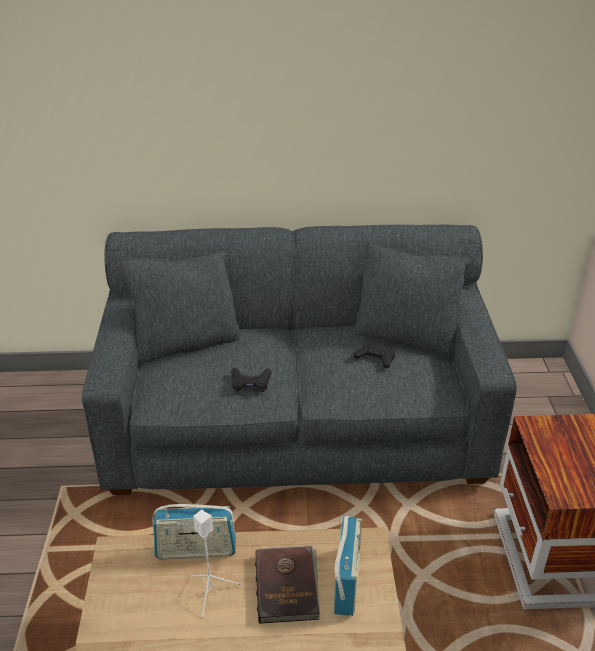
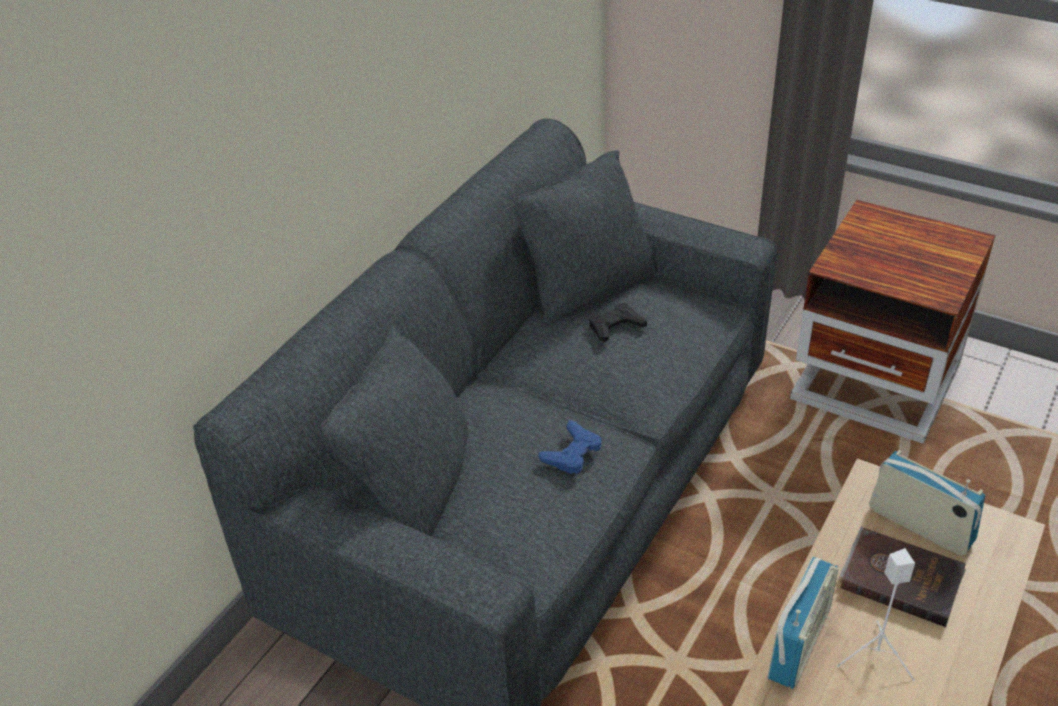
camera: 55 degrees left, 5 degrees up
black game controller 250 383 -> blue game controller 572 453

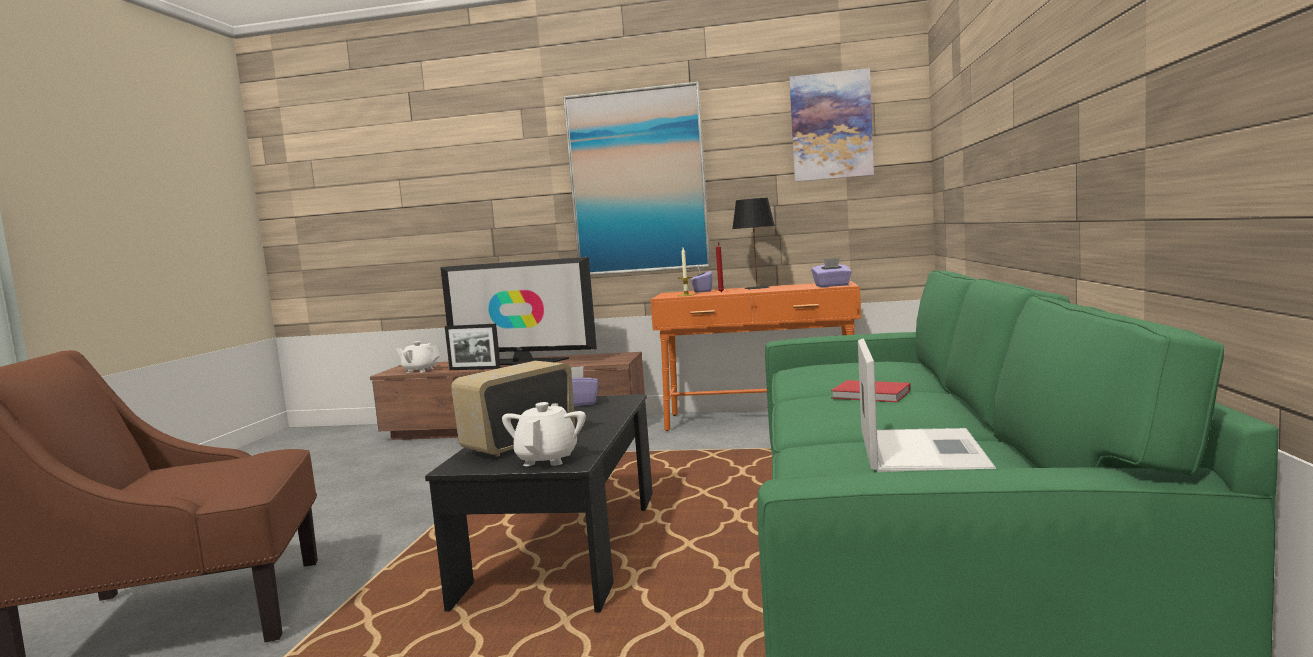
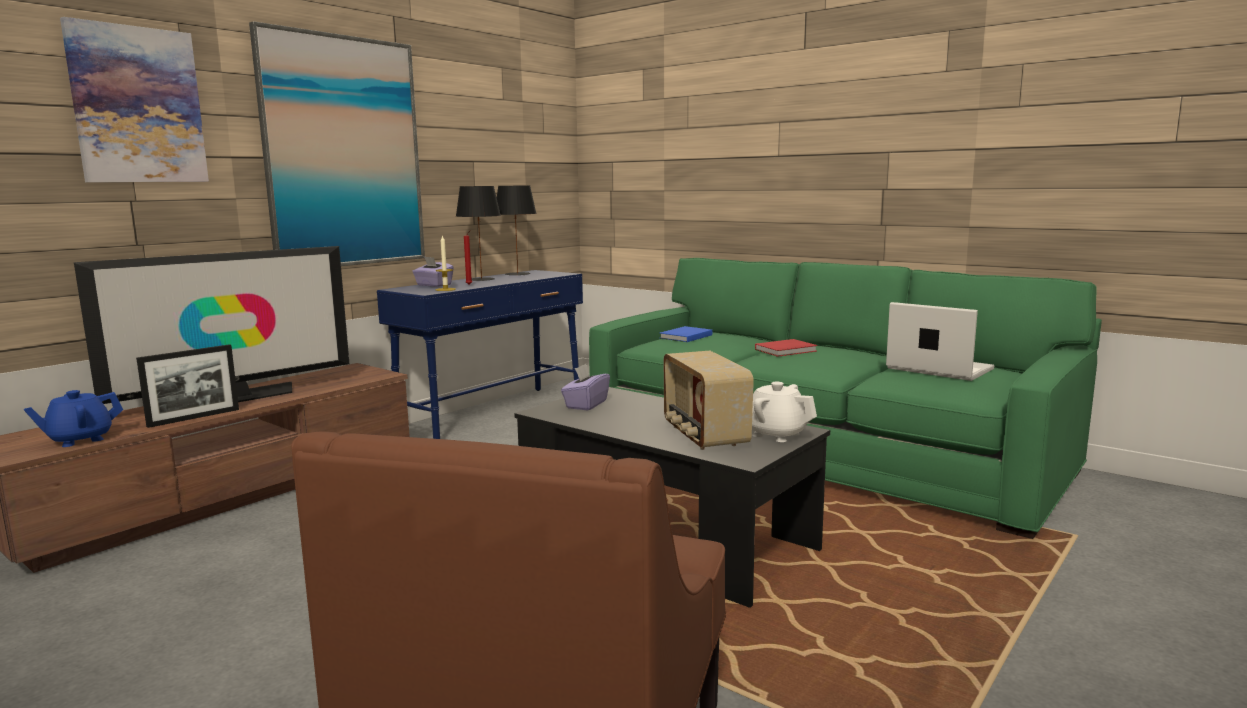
camera: 60 degrees left, 5 degrees up
picture 831 126 -> picture 137 105, shifted
purple tissue box 832 286 -> none
orange console table 761 420 -> blue console table 494 414
white teapot 420 370 -> blue teapot 80 439
none -> black table lamp 518 274
none -> blue book 684 337

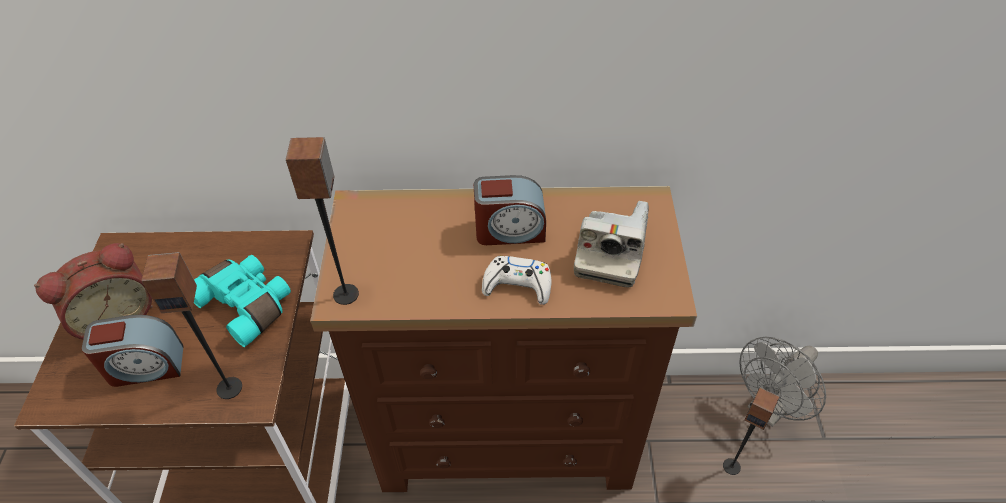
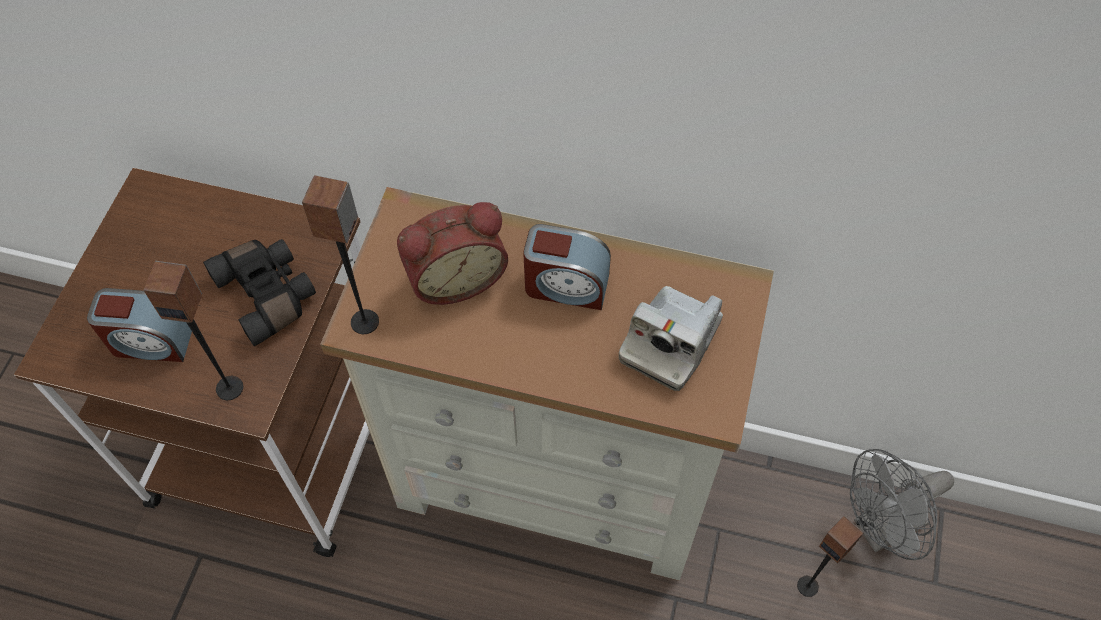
camera: 15 degrees right, 10 degrees up
brown dresser 507 440 -> white dresser 553 486
alarm clock 116 316 -> alarm clock 455 277, shifted
turquoise binoculars 248 304 -> black binoculars 269 294
white game controller 517 285 -> none

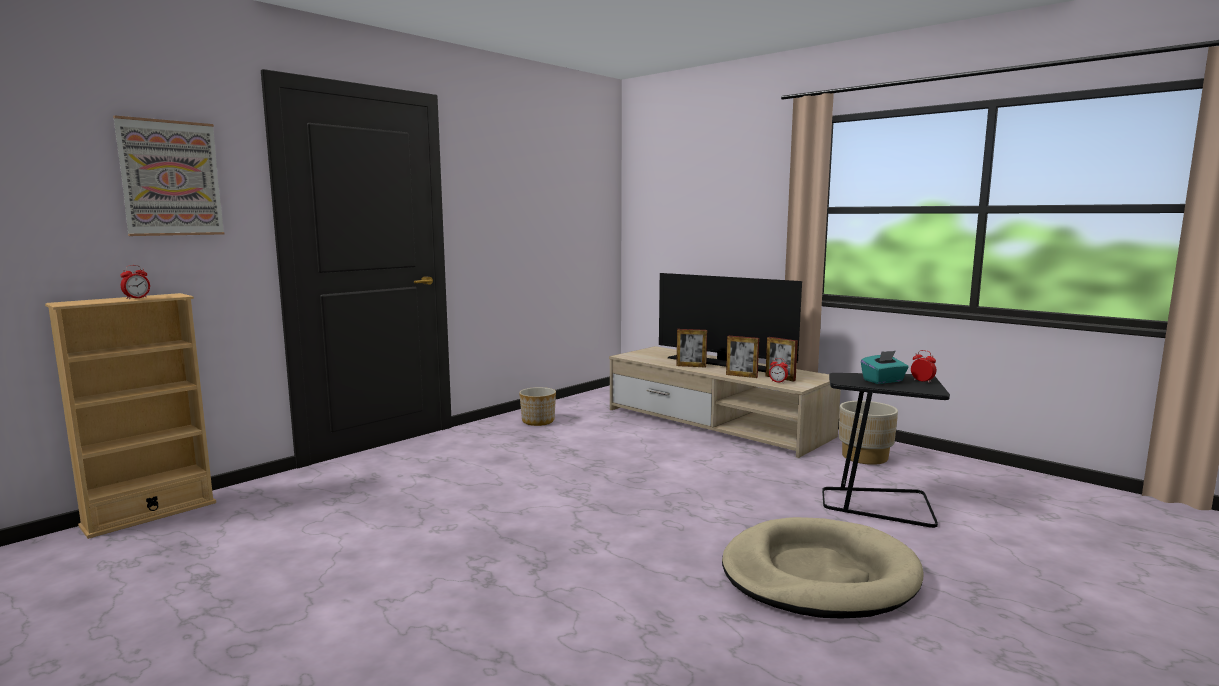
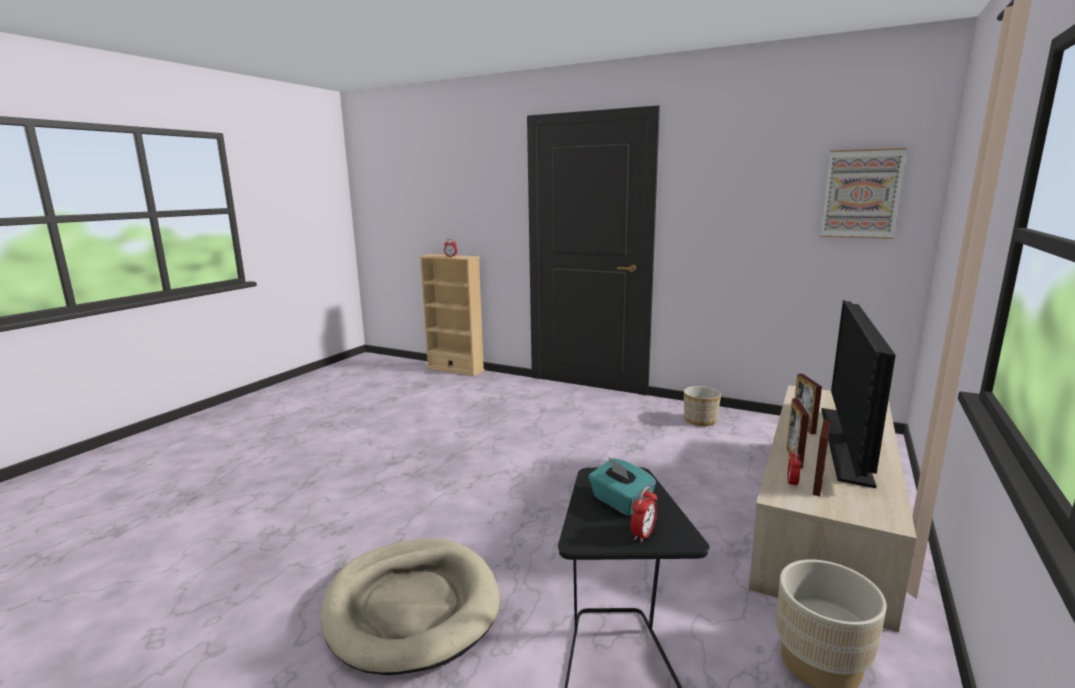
camera: 75 degrees right, 5 degrees up
picture 171 178 -> picture 861 194, shifted

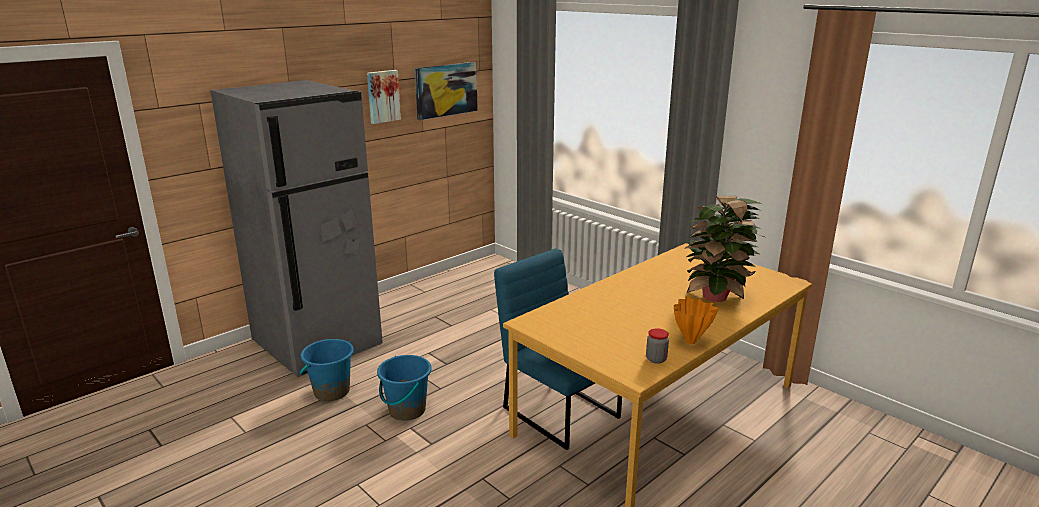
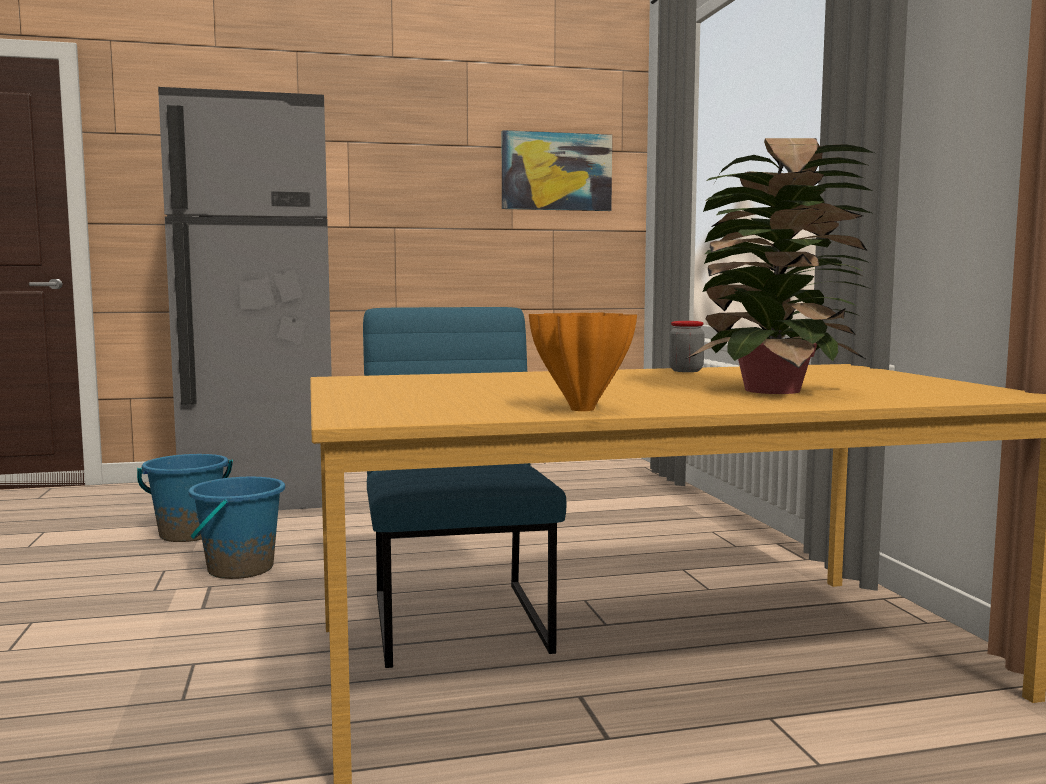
camera: 30 degrees right, 15 degrees down
picture 383 96 -> none
jar 656 359 -> jar 686 371, shifted

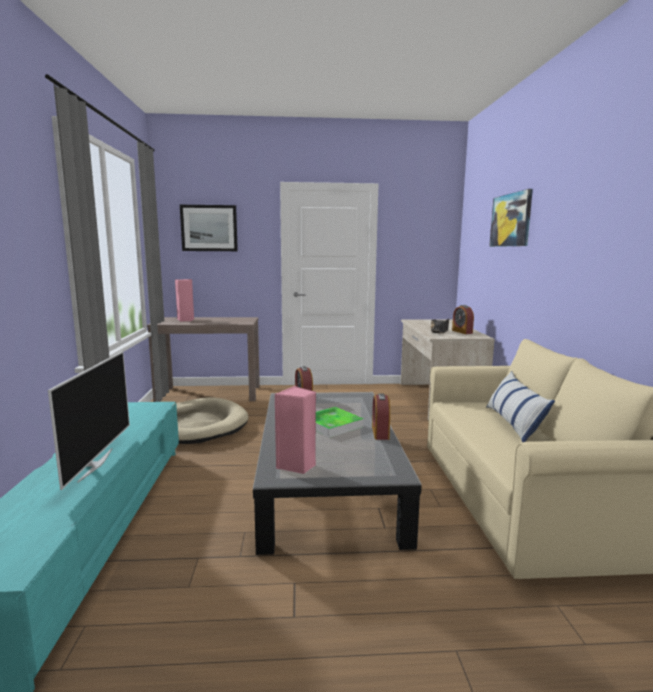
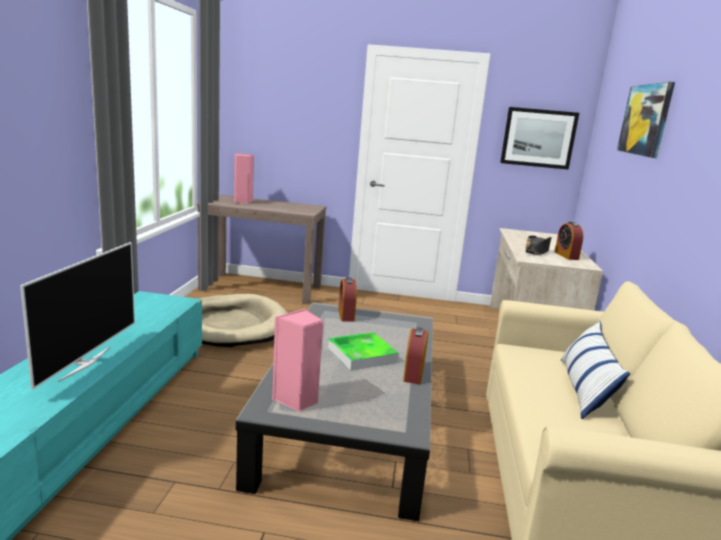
camera: 10 degrees right, 5 degrees up
picture 209 228 -> picture 538 138, shifted

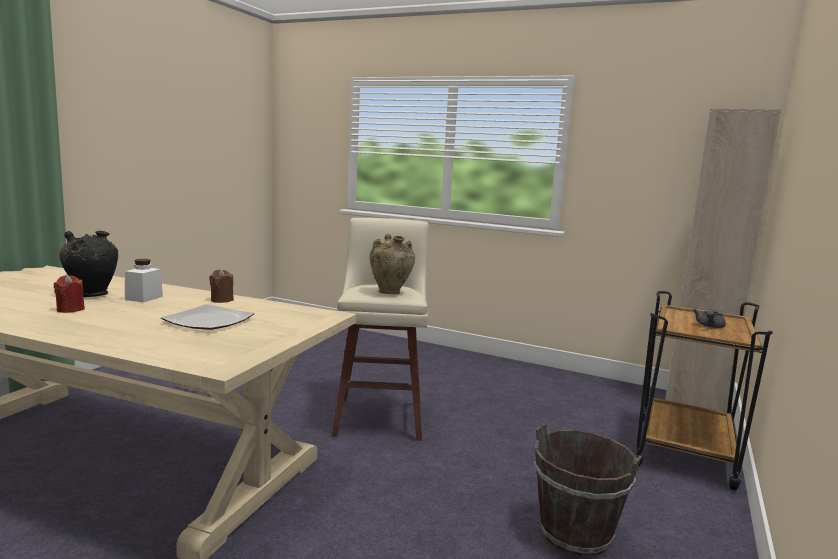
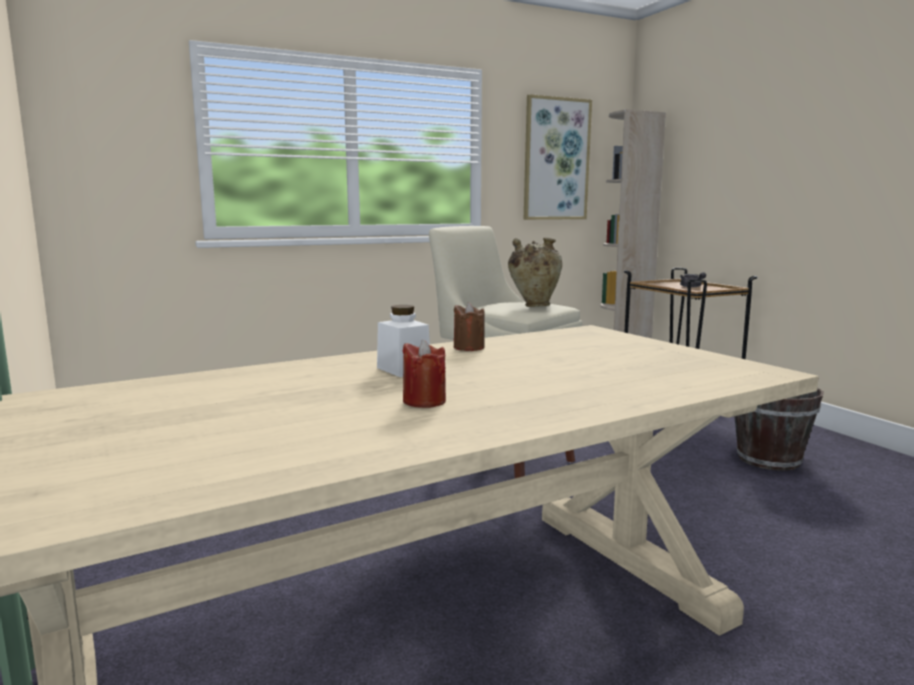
camera: 50 degrees left, 0 degrees up
black vase 92 295 -> none
plate 209 321 -> none
none -> picture 556 159

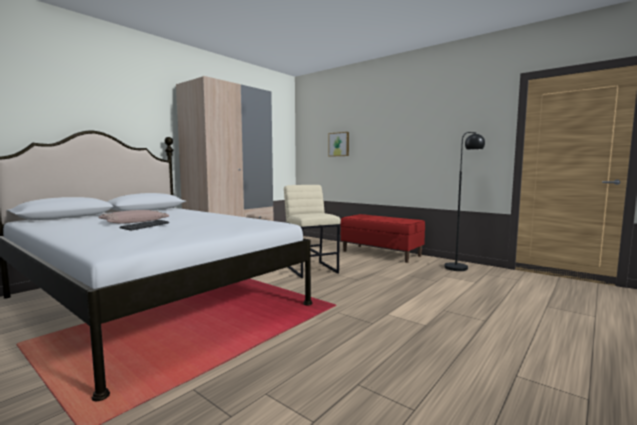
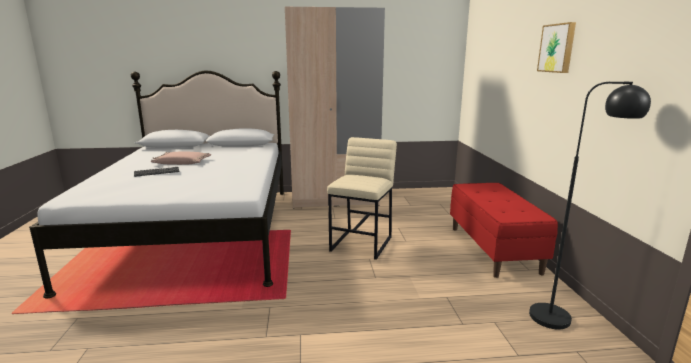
camera: 45 degrees right, 10 degrees up
picture 339 144 -> picture 557 48, shifted

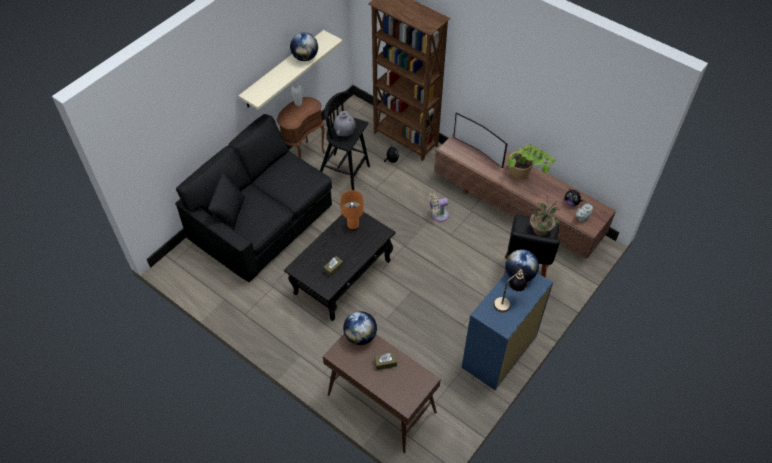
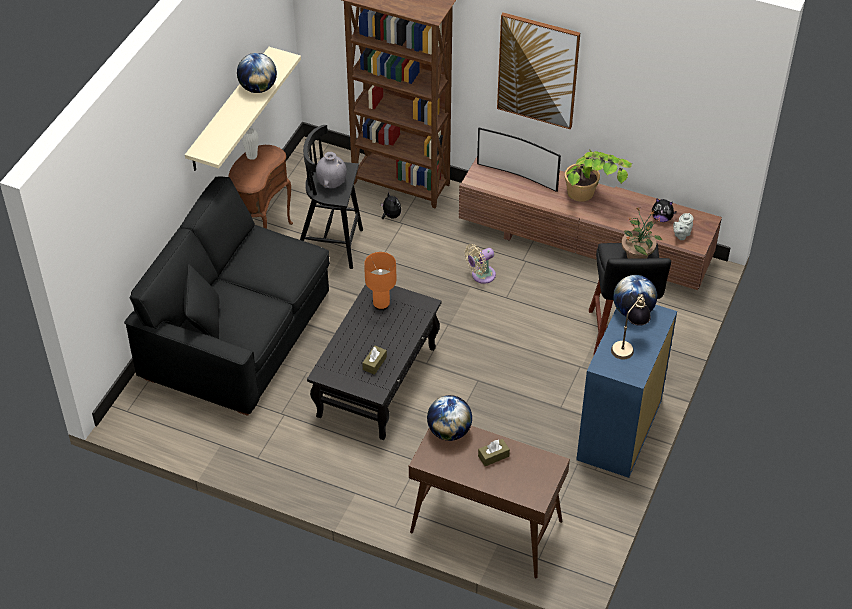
camera: 15 degrees left, 5 degrees down
none -> picture 538 70

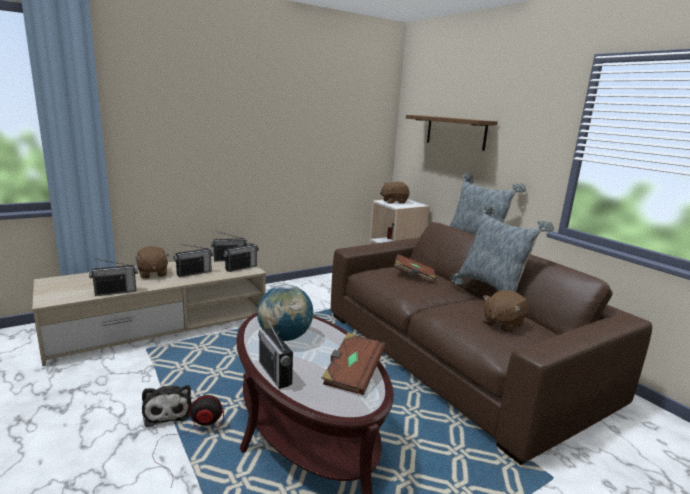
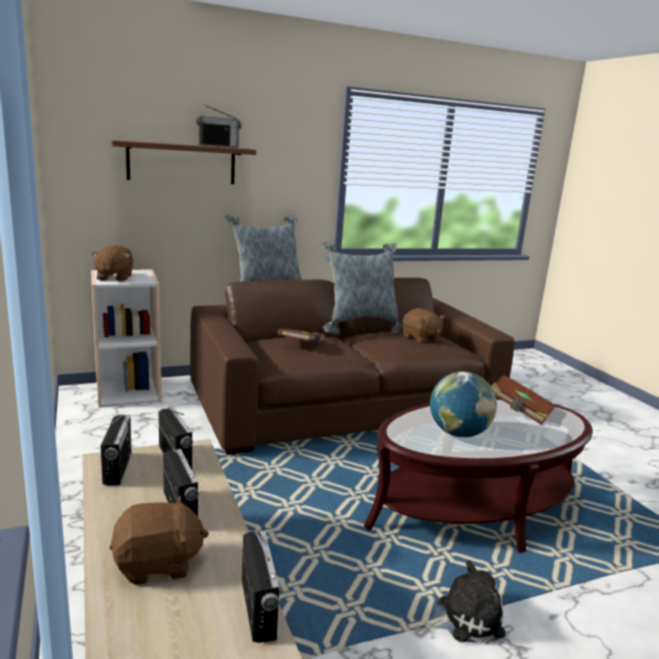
camera: 80 degrees left, 0 degrees up
radio 275 373 -> radio 218 146, shifted
fan 193 437 -> none

